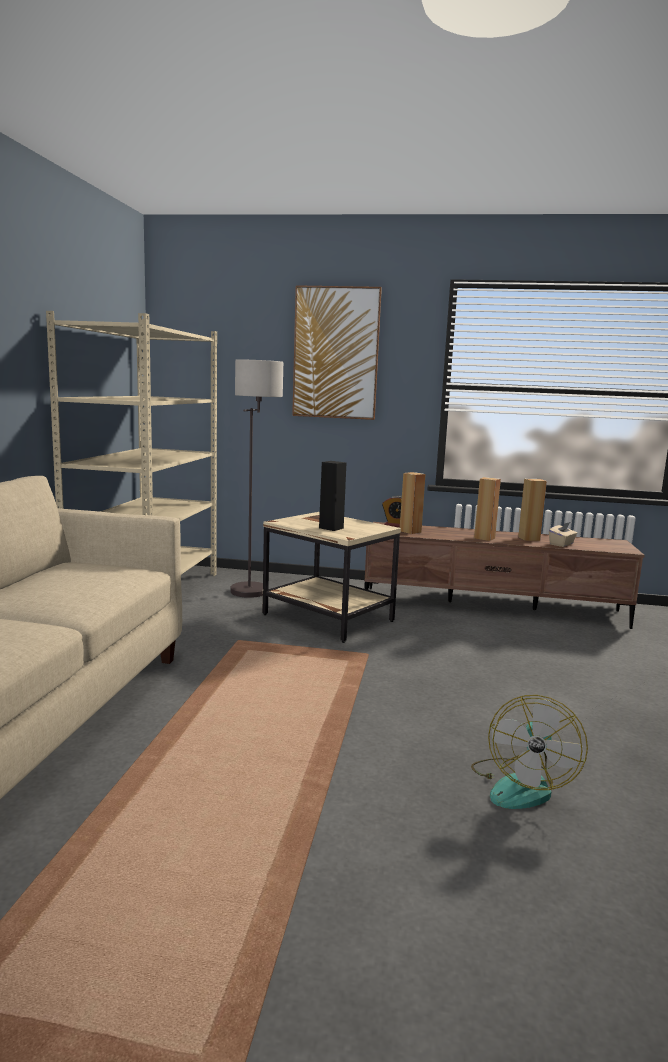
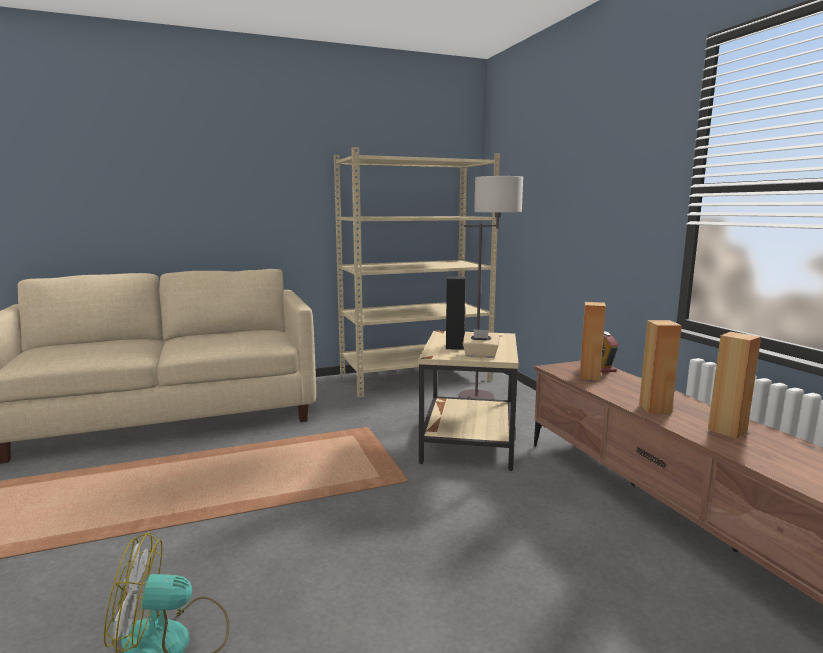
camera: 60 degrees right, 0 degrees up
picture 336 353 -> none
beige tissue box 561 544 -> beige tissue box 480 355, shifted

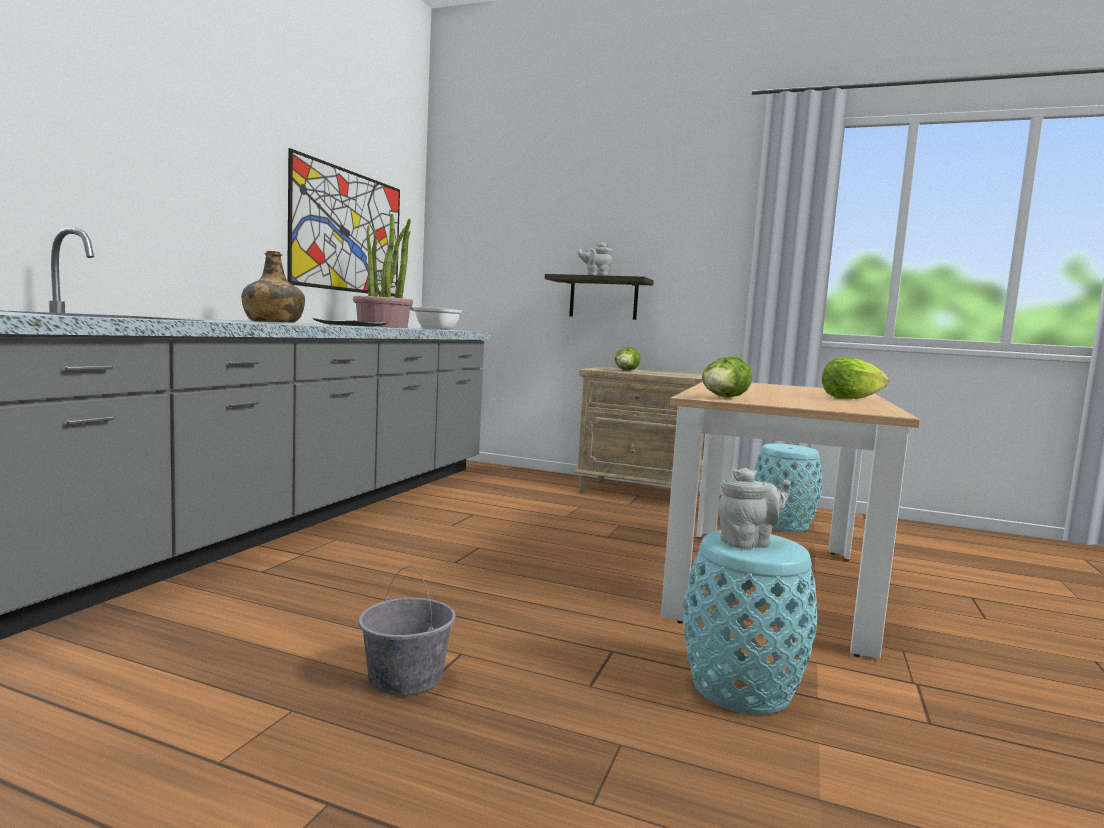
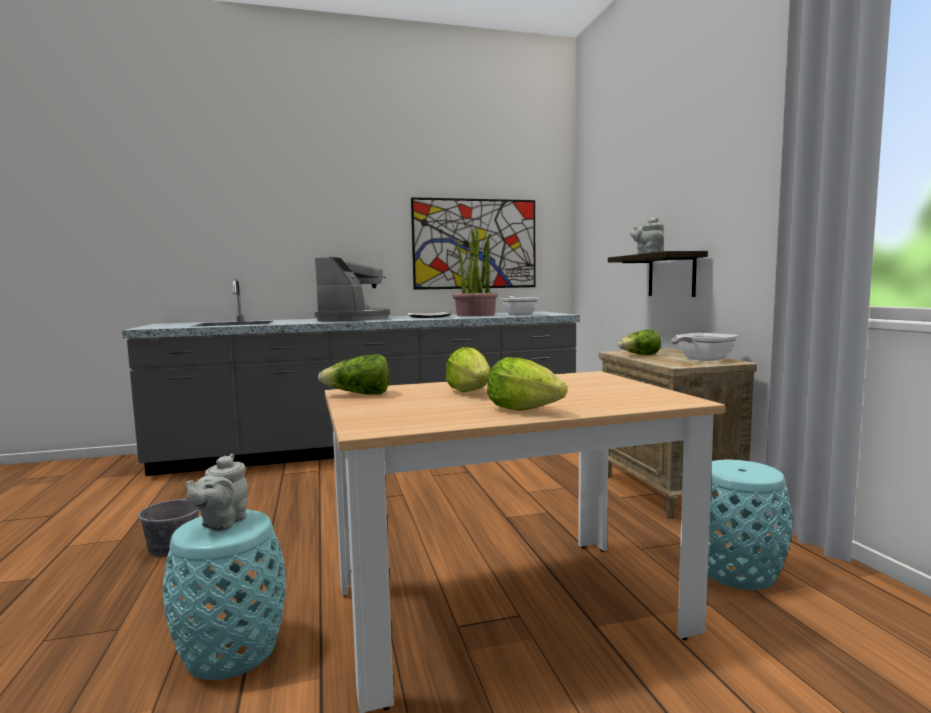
camera: 55 degrees right, 0 degrees up
green bottle 272 322 -> coffee machine 354 319
grey teapot 748 543 -> grey teapot 221 523, 75 degrees clockwise
none -> frying pan 701 360
none -> lettuce 470 392

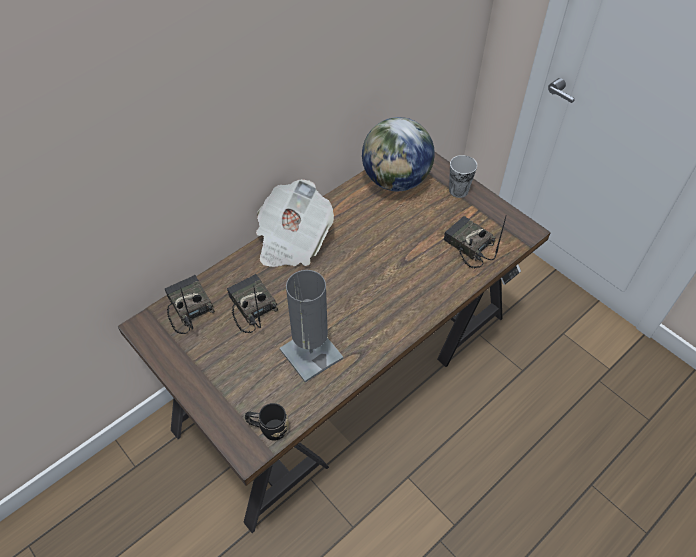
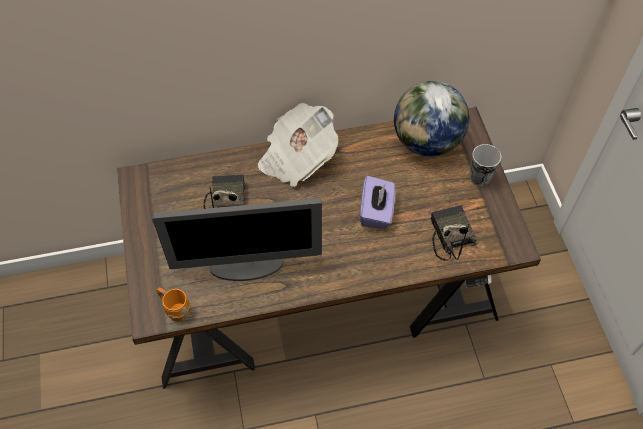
camera: 30 degrees right, 5 degrees up
grey table lamp 311 354 -> monitor 247 265
radio 188 308 -> none
black mug 269 429 -> orange mug 175 309
none -> purple tissue box 376 212

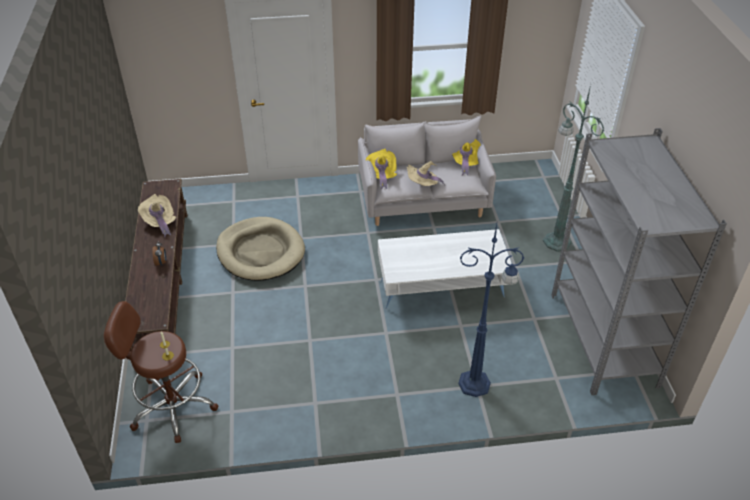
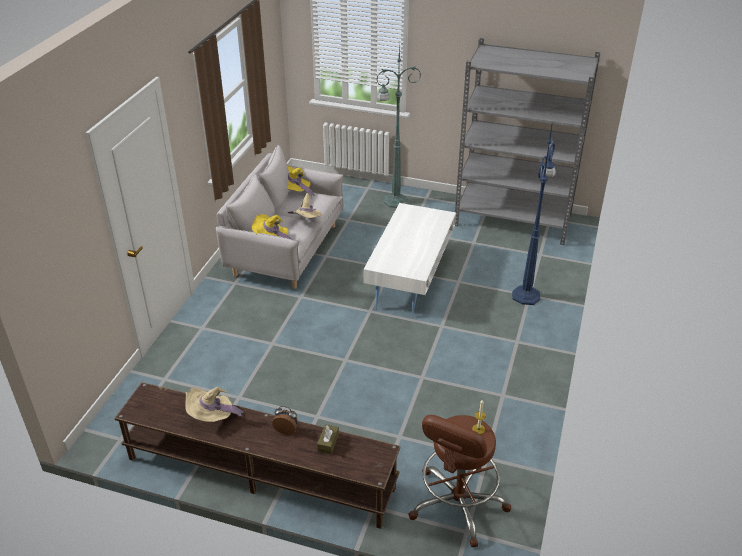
camera: 65 degrees left, 5 degrees down
beige dog bed 260 252 -> none
none -> brown tissue box 328 443

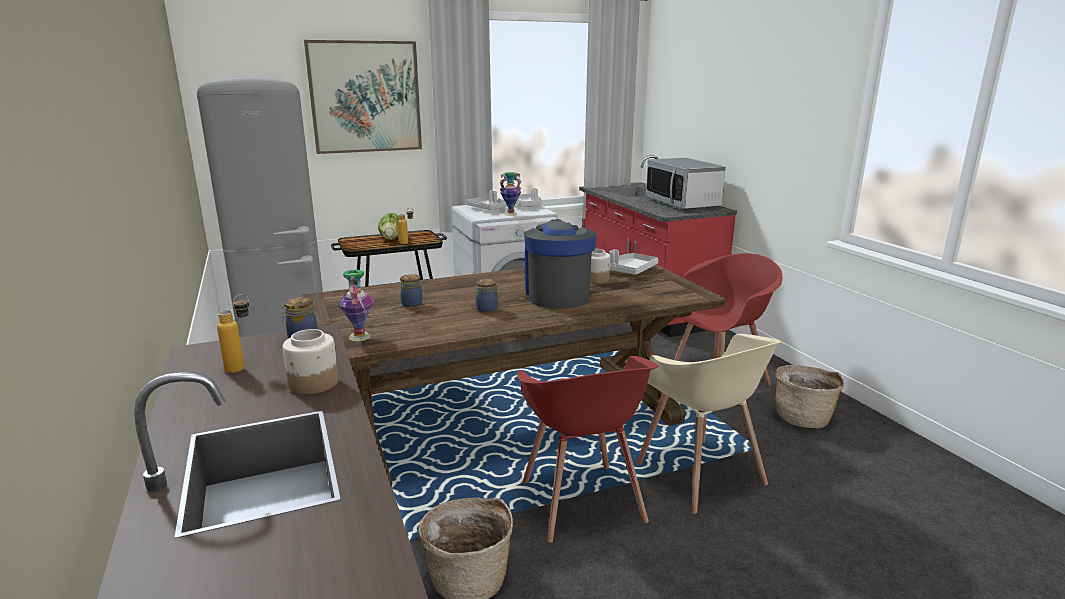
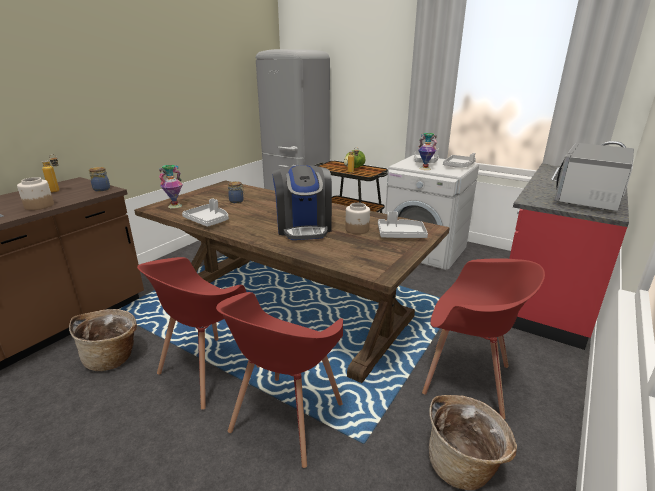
camera: 55 degrees right, 5 degrees up
picture 365 97 -> none
coffee machine 557 294 -> coffee machine 304 227, 120 degrees clockwise
jar 488 309 -> none
beige chair 700 476 -> red chair 287 419
none -> grey tray 208 221

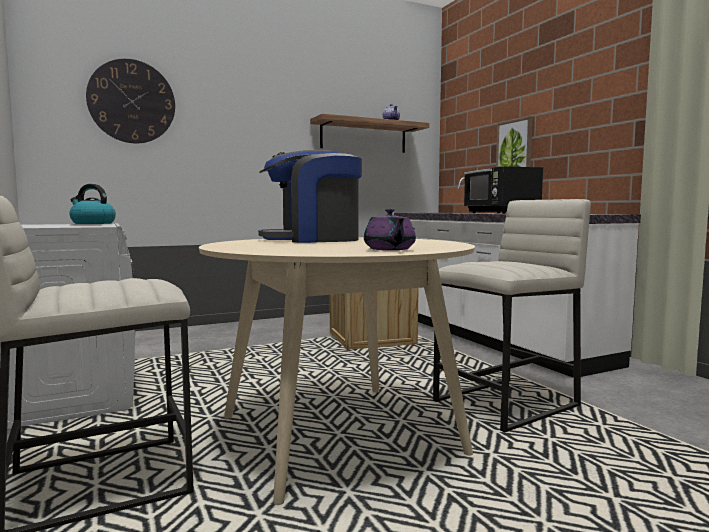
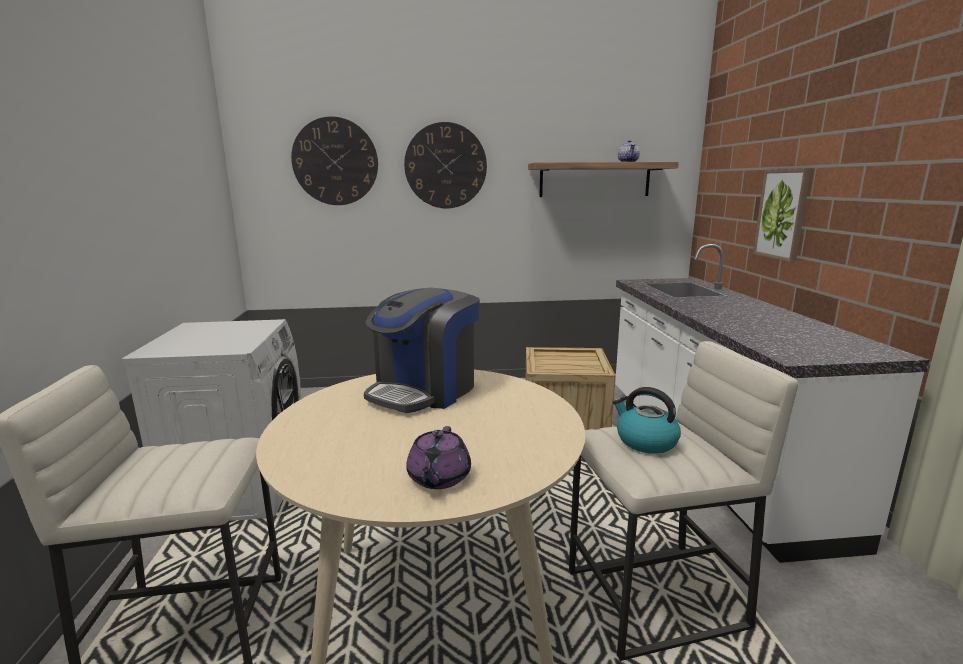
camera: 20 degrees right, 10 degrees up
coffee machine 312 240 -> coffee machine 425 390, 60 degrees counterclockwise
black microwave 500 213 -> none
kettle 92 223 -> kettle 645 441, shifted
none -> wall clock 445 166

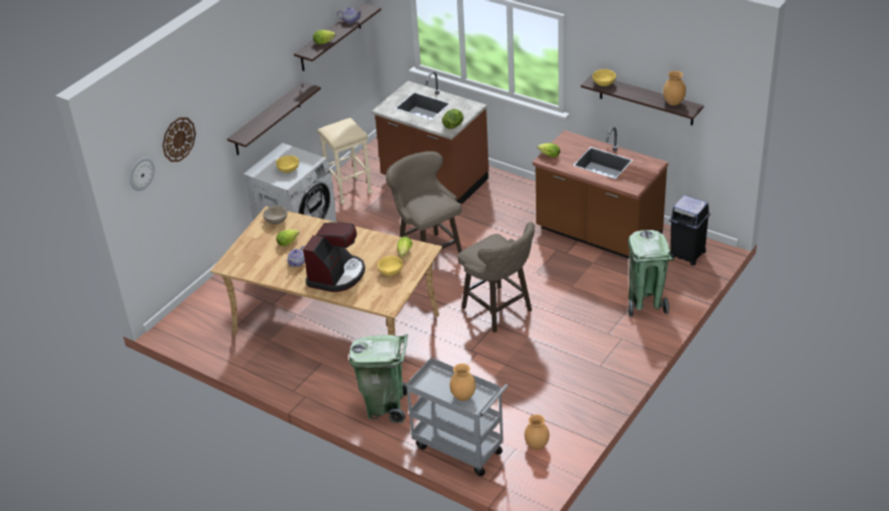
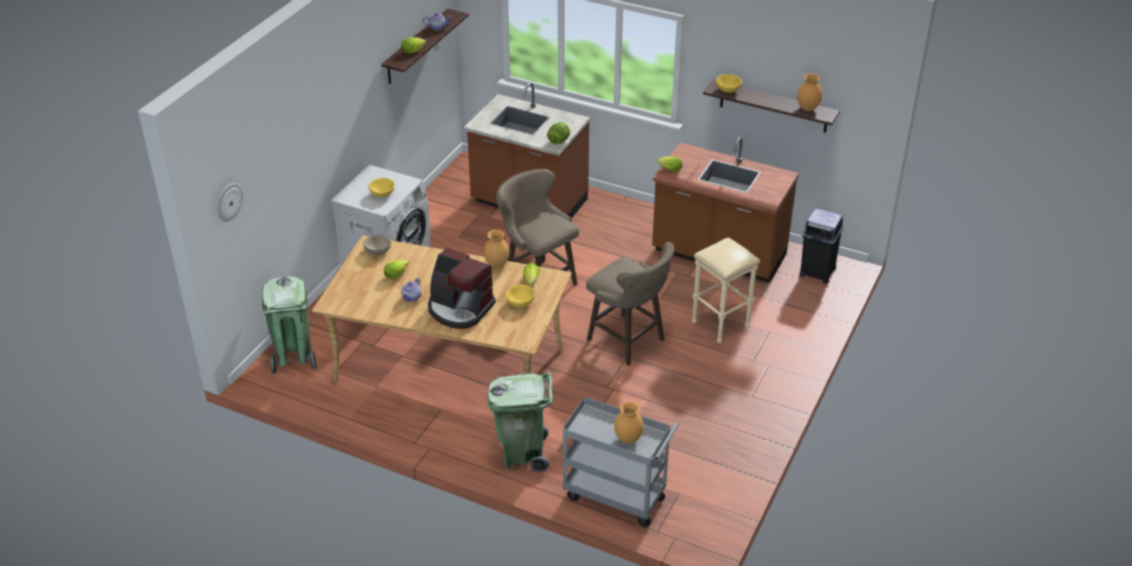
camera: 10 degrees left, 0 degrees up
shelf 267 119 -> none
wall clock 178 139 -> none
beige stool 350 190 -> beige stool 722 324, shifted
coffee machine 337 275 -> coffee machine 459 309, 105 degrees clockwise
green trash can 646 303 -> green trash can 294 358, shifted
brown vase 537 446 -> brown vase 497 264, shifted

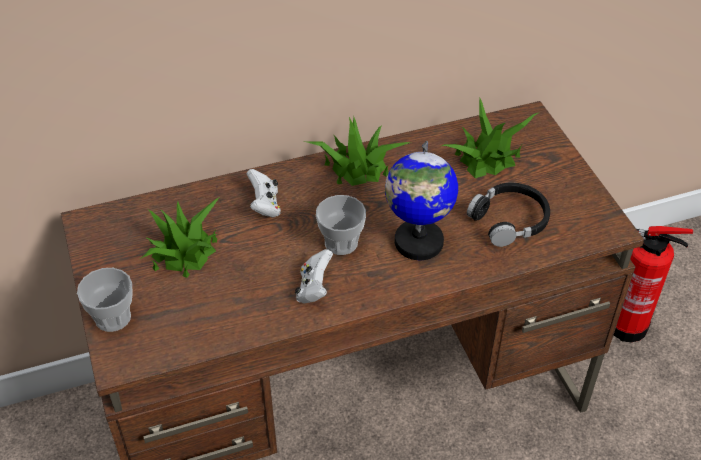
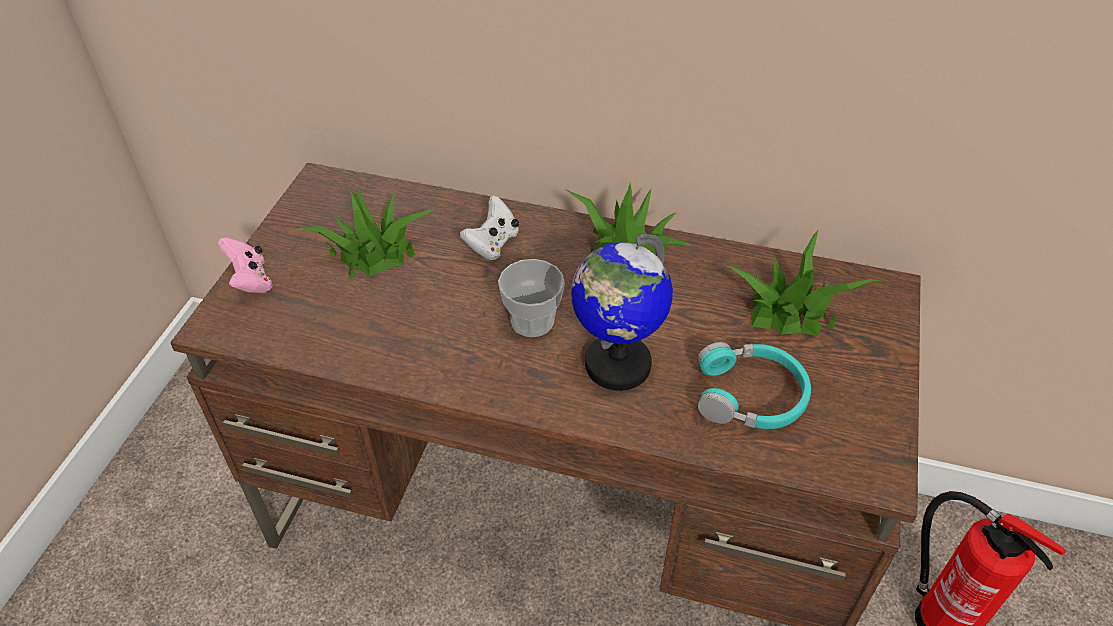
camera: 35 degrees right, 0 degrees up
black headphones 509 220 -> turquoise headphones 750 396
white game controller 314 289 -> none
cup 113 317 -> pink game controller 251 281

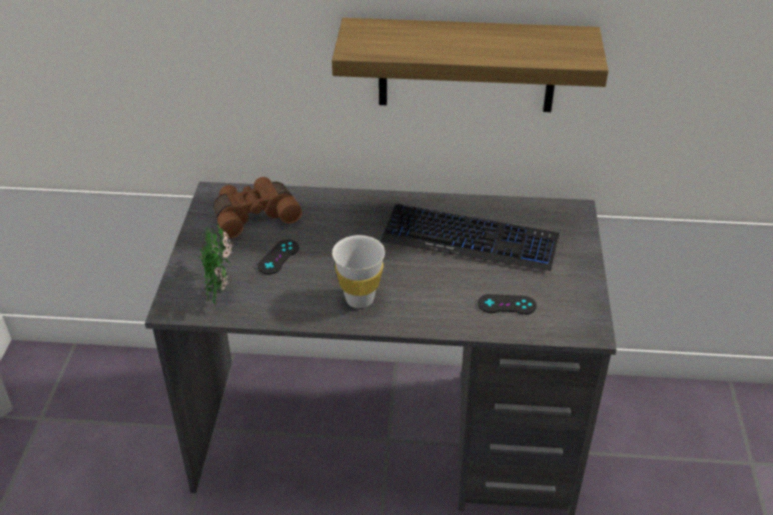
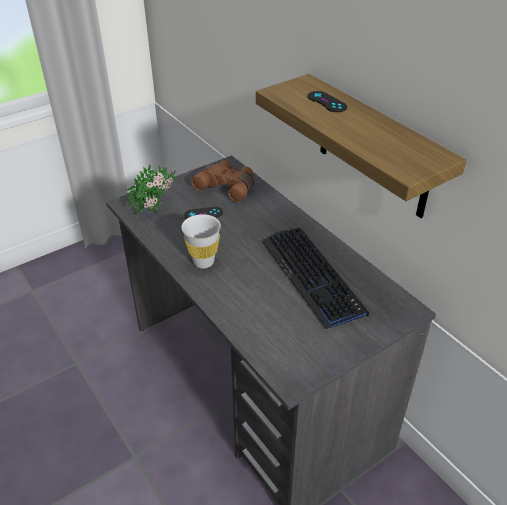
camera: 50 degrees right, 0 degrees up
black game controller 506 305 -> black game controller 327 102, shifted

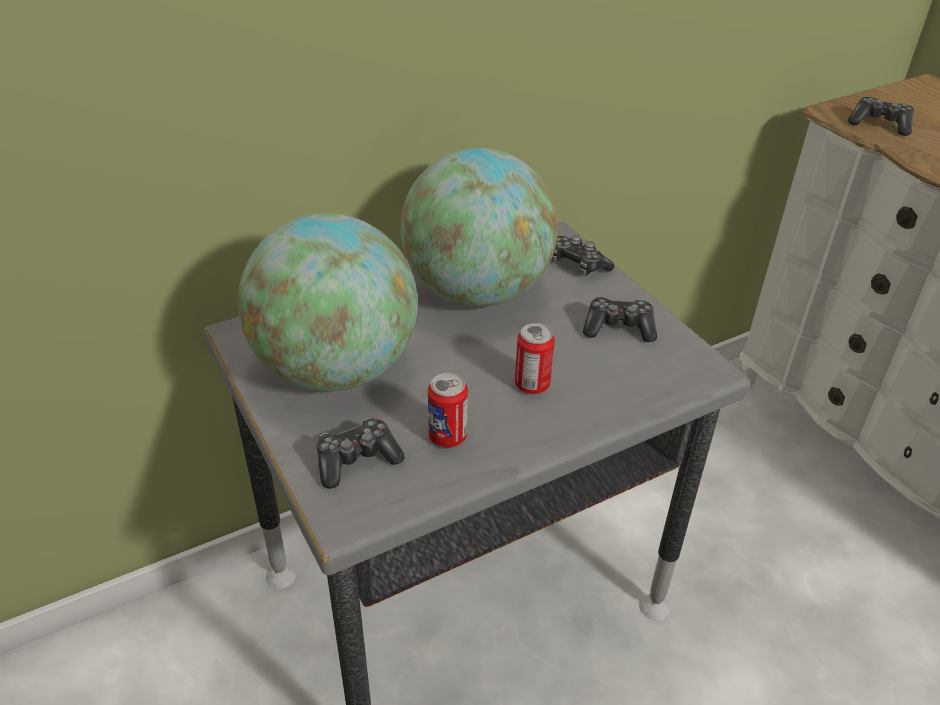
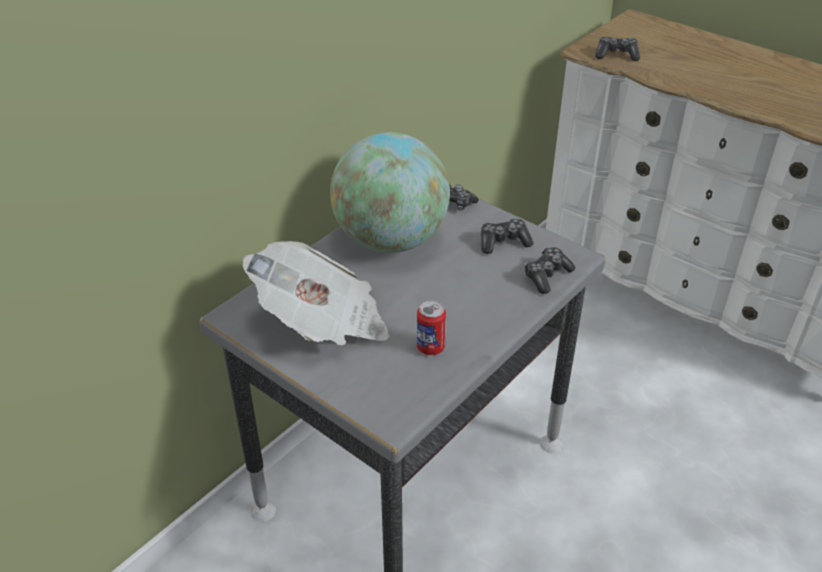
camera: 20 degrees left, 0 degrees up
globe 336 369 -> newspaper 323 323
can 532 385 -> none
game controller 357 460 -> game controller 547 276, shifted

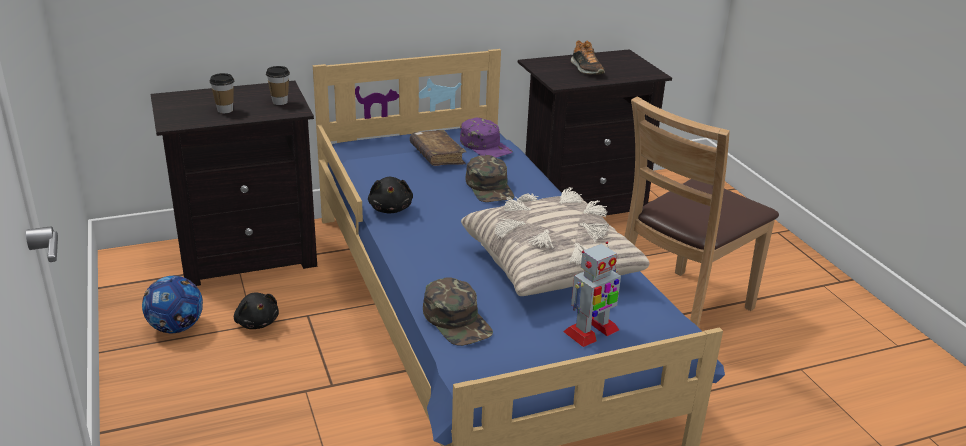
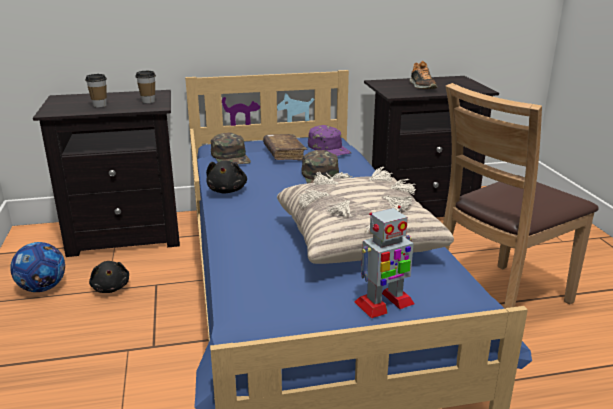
camera: 10 degrees right, 5 degrees down
green cap 457 320 -> green cap 231 157, shifted

